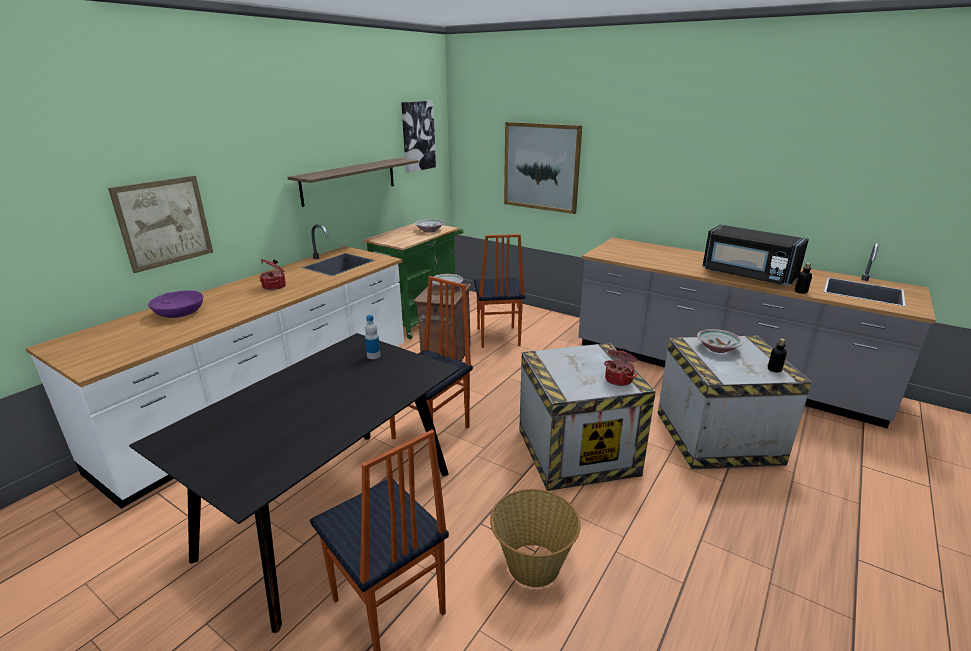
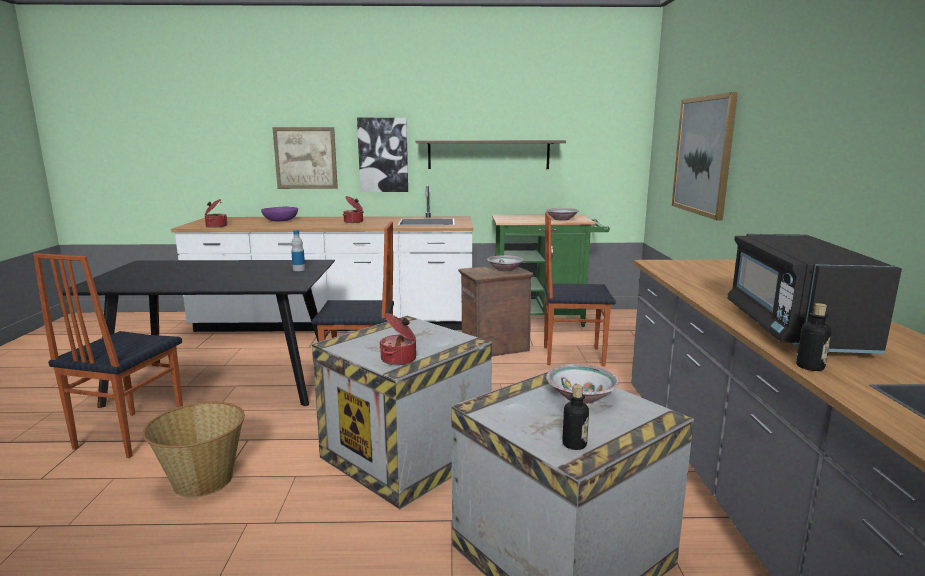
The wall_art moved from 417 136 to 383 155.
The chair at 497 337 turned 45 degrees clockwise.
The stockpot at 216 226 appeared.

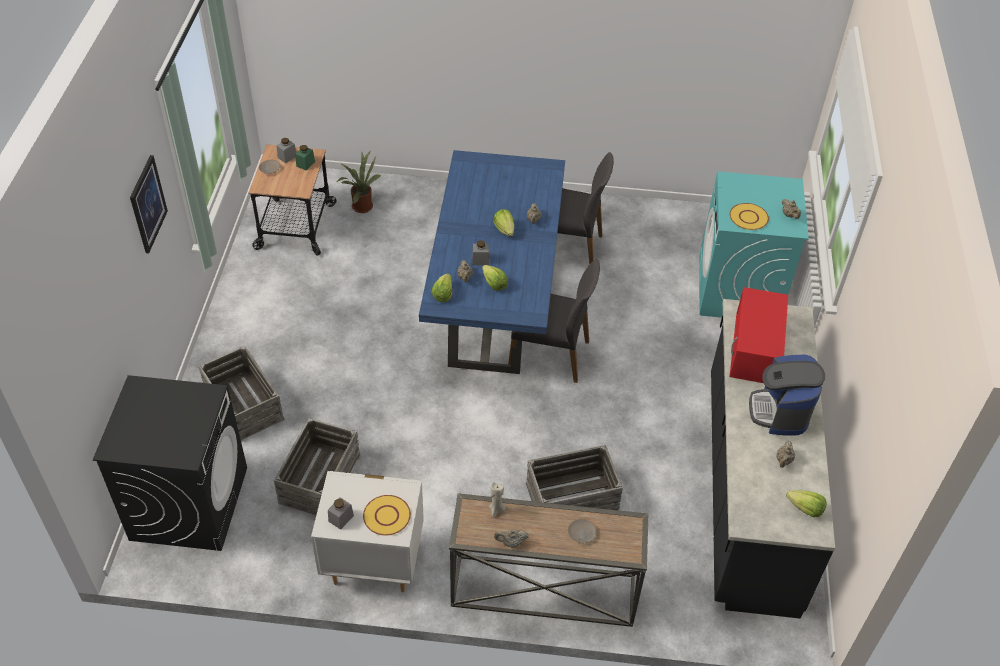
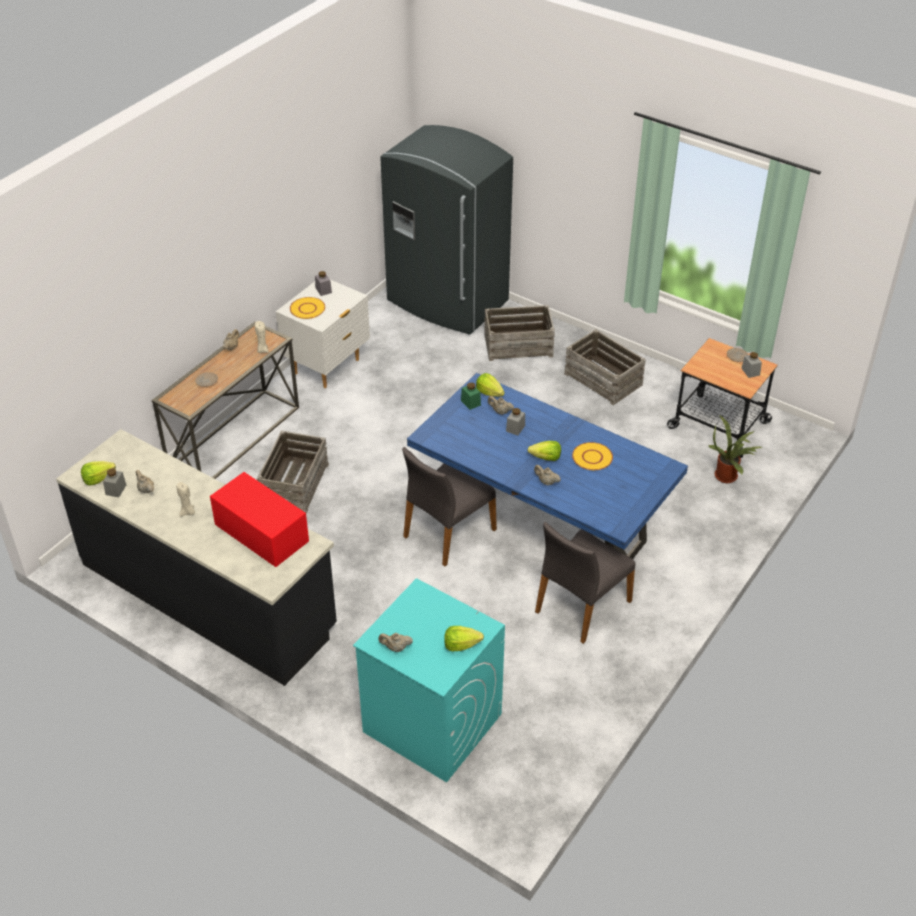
The black_washing_machine at 189 502 was replaced by the greyish_refrigerator at 446 302.
The wall_art at 147 204 disappeared.
The crate moved from 319 479 to 603 379.
The green_preserve_jar moved from 305 164 to 470 403.
The lettuce_head moved from 494 284 to 461 645.
The yellow-coloured_flat_dish moved from 748 217 to 592 457.
The coffee_maker at 780 412 was replaced by the beige-coloured_wax_candle at 188 512.
The greyish_preserve_jar at 116 490 appeared.

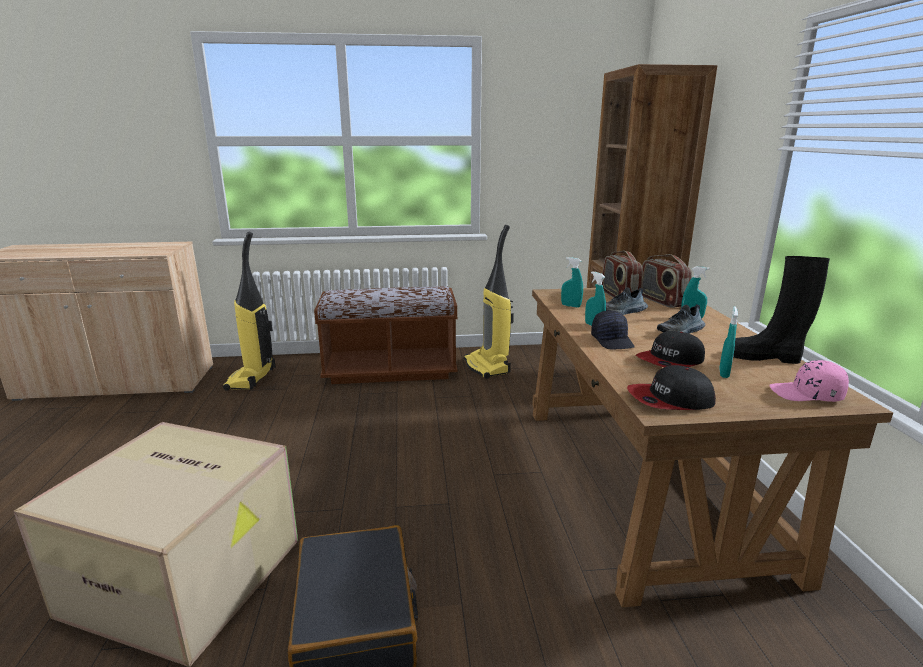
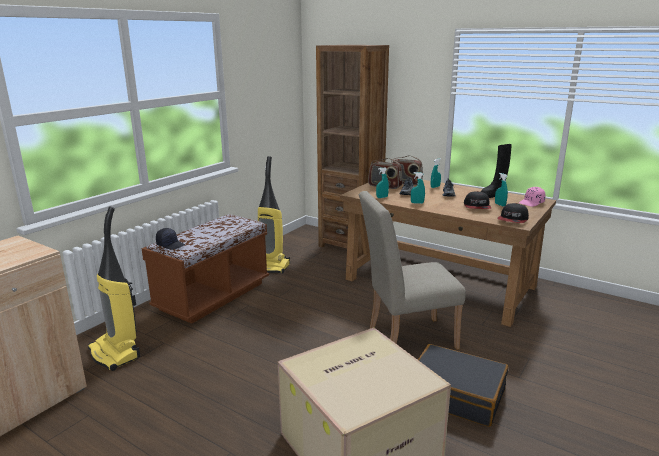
The black_baseball_cap moved from 612 341 to 170 245.
The beige-coloured_chair at 405 338 appeared.

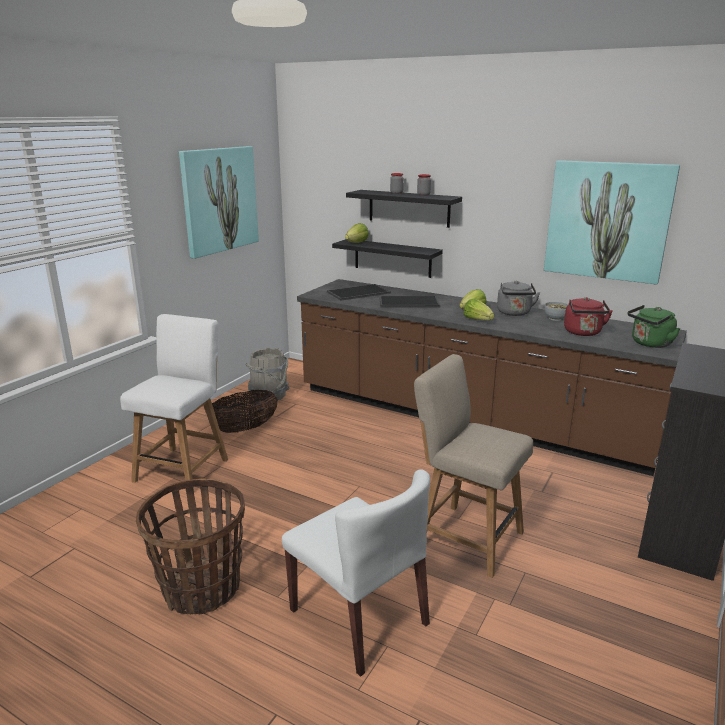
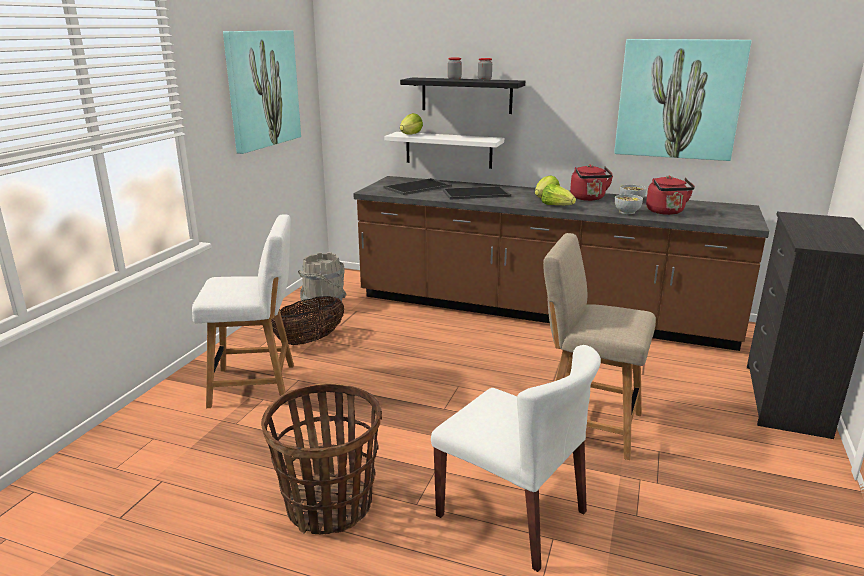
The whitish_chair at 184 468 turned 75 degrees clockwise.
The black_bracket_shelf at 392 258 became the whitish_bracket_shelf at 448 150.
The greyish_tea_kettle at 514 313 became the red-coloured_tea_kettle at 588 198.
The green_tea_kettle at 649 344 disappeared.
The bowl at 627 212 appeared.

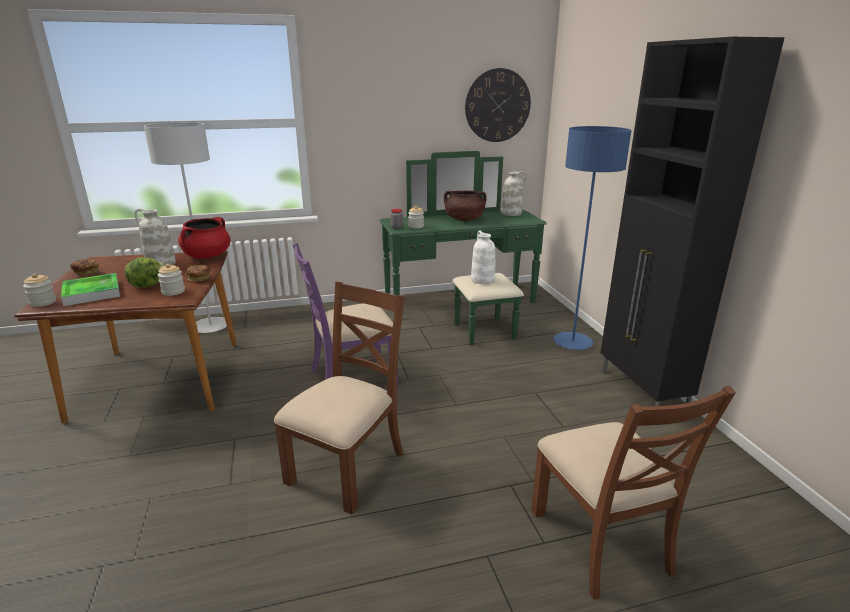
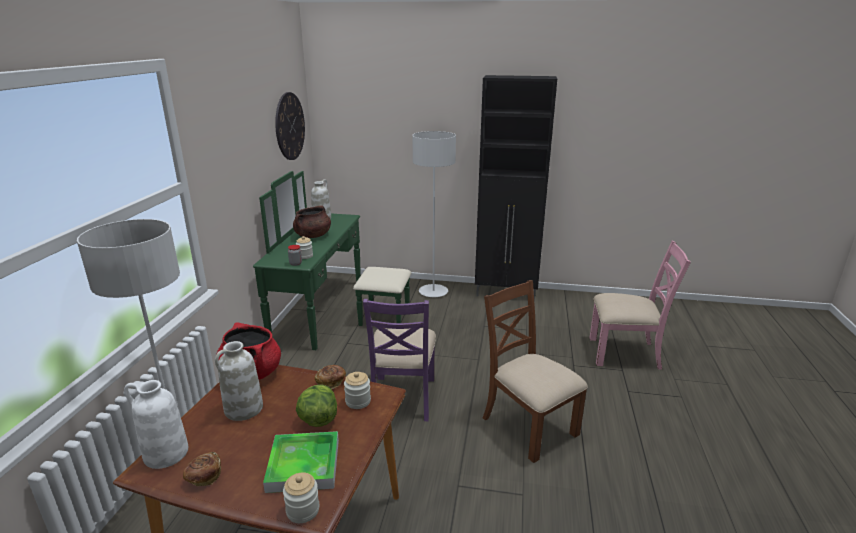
The whitish_decorative_vase moved from 482 280 to 165 454.
The brownish_chair at 601 541 became the pinkish_chair at 625 353.
The blue-coloured_standing_lamp at 572 343 became the greyish_standing_lamp at 433 292.

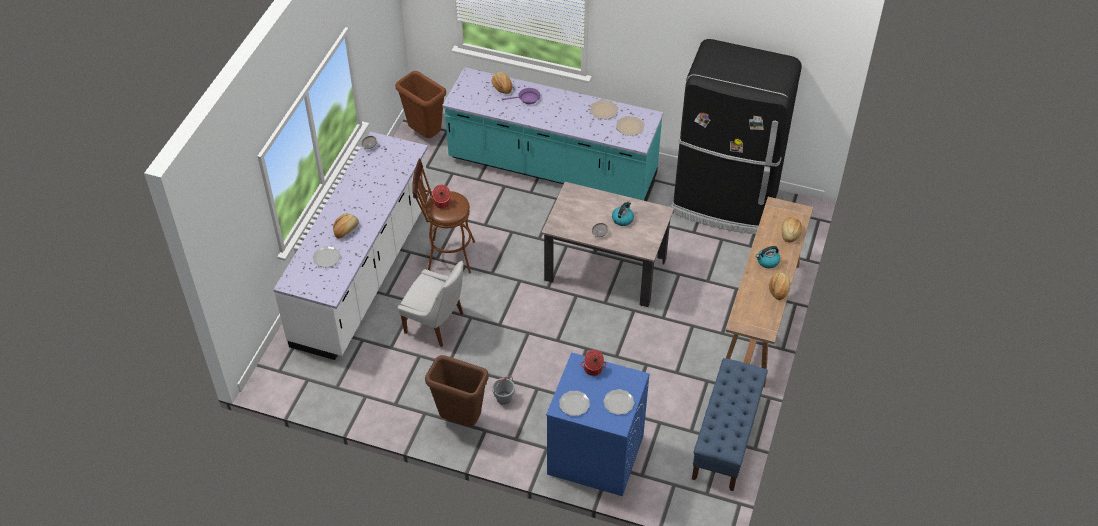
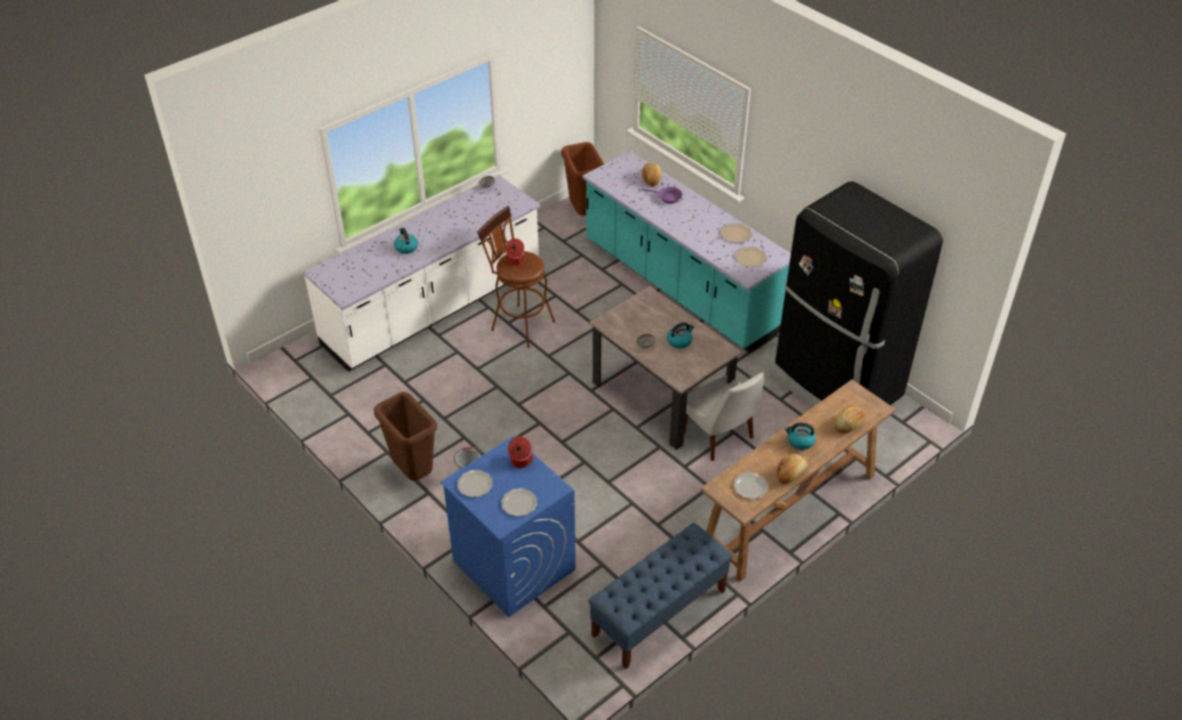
The flat_dish moved from 326 258 to 750 487.
The bakery_bread at 346 230 was replaced by the tea_kettle at 406 247.
The whitish_chair moved from 436 324 to 719 437.

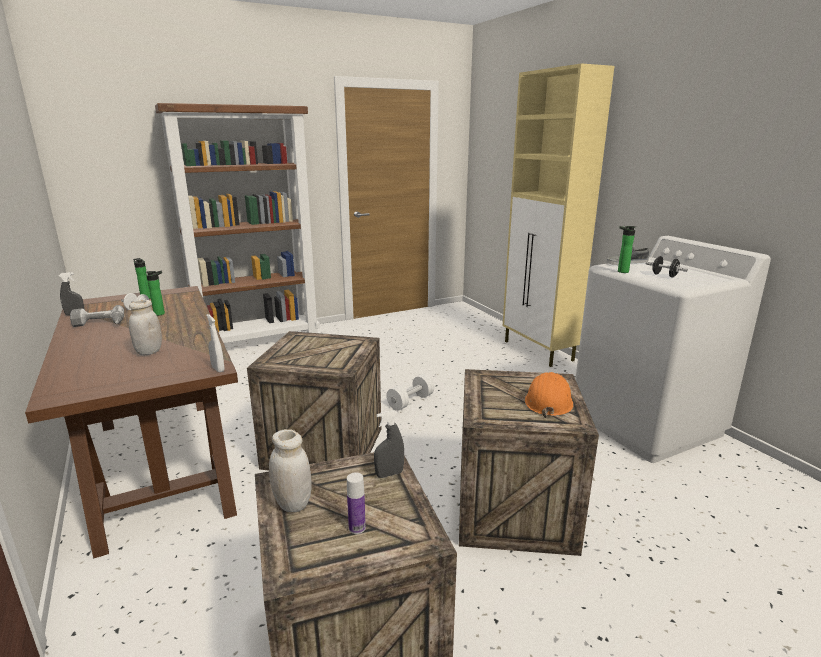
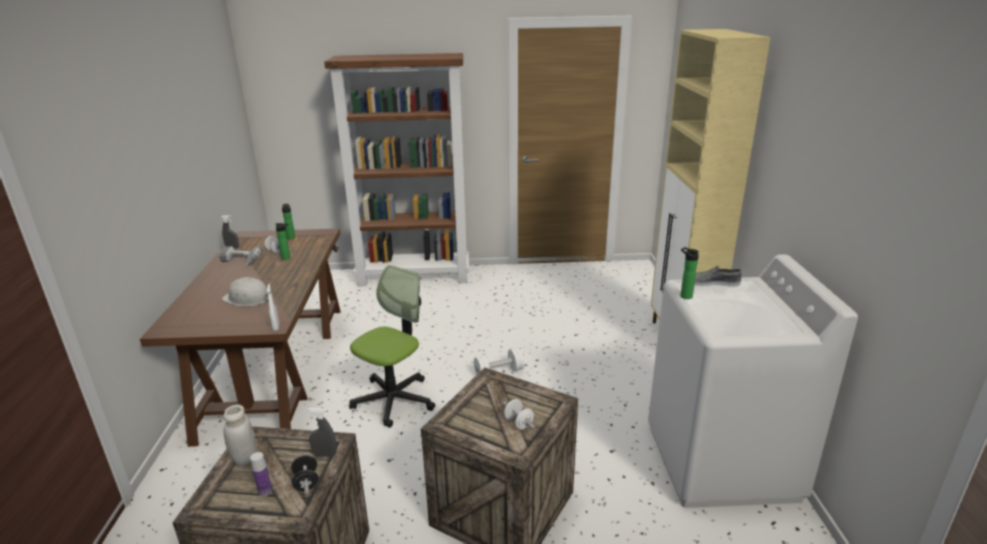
The whitish_preserve_jar at 149 352 was replaced by the whitish_work_helmet at 247 298.
The crate at 325 447 was replaced by the computer_chair at 394 400.
The orange-coloured_work_helmet at 548 401 was replaced by the whitish_hand_weight at 518 423.
The black_hand_weight moved from 664 275 to 306 482.

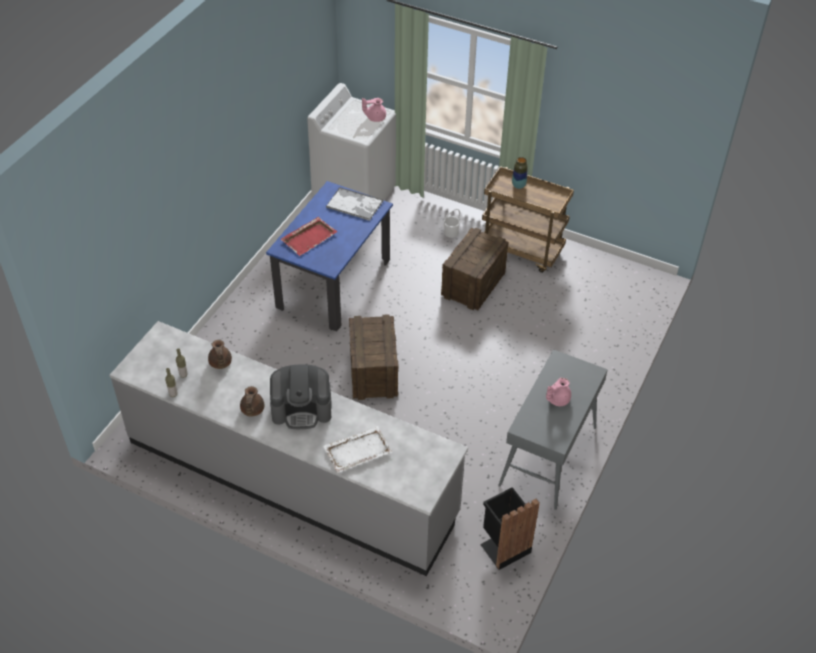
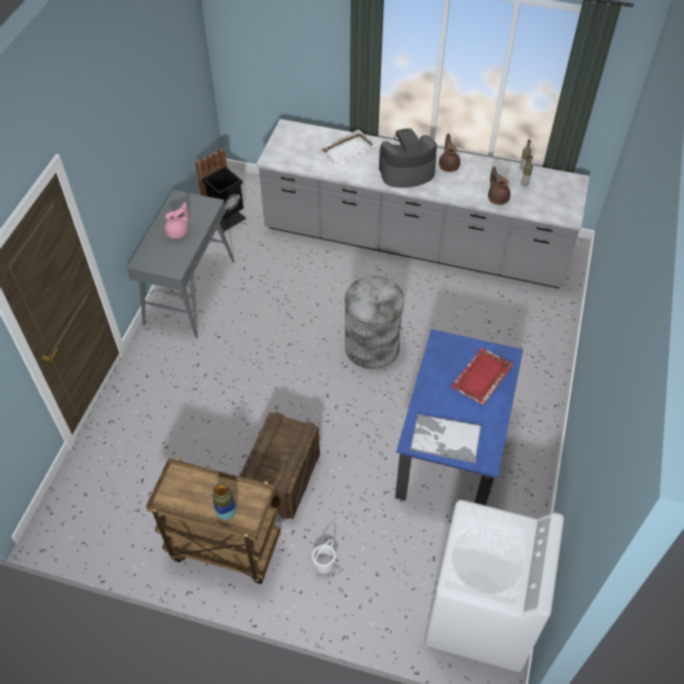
The crate at 373 372 was replaced by the greyish_rubbish_bin at 372 347.
The pinkish_teapot at 375 117 disappeared.

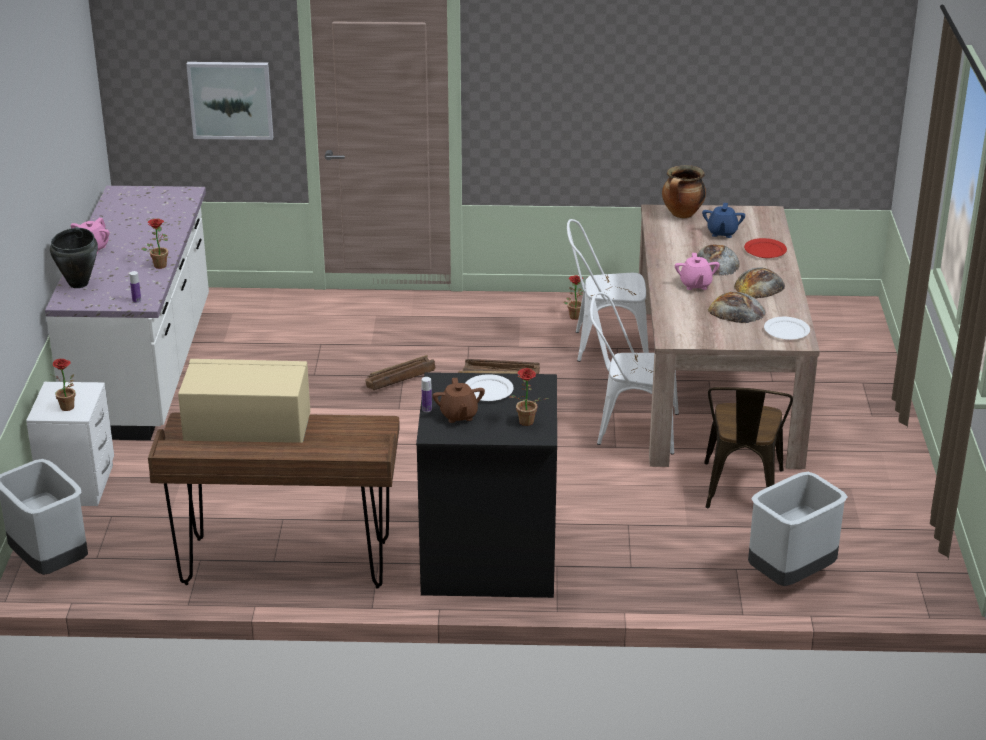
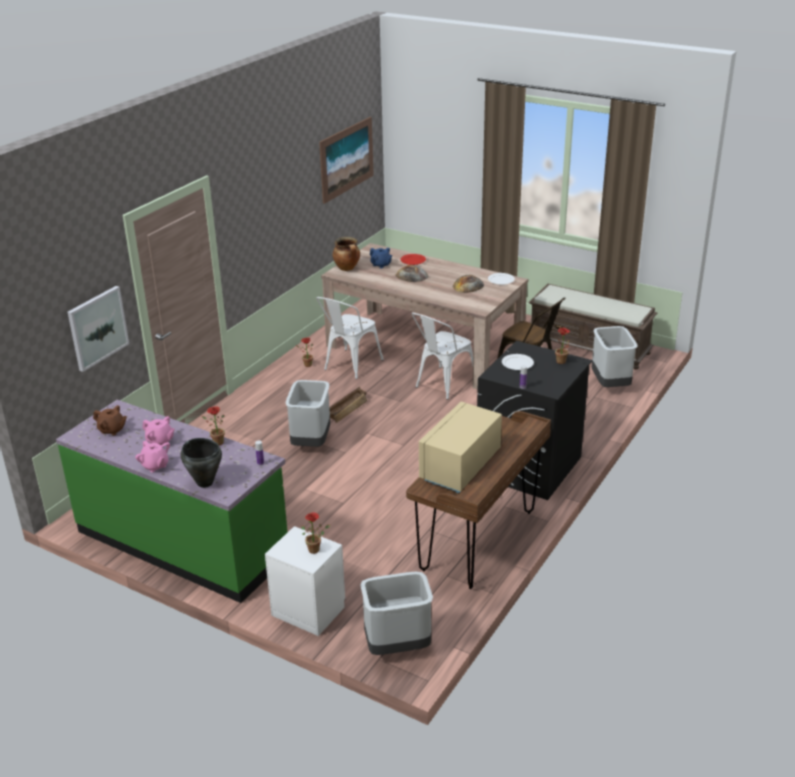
The whitish_kitchen_counter at 145 369 became the green_kitchen_counter at 183 542.
The crate at 399 379 was replaced by the greyish_rubbish_bin at 311 442.
The brownish_teapot moved from 458 415 to 112 430.
The pinkish_teapot moved from 695 285 to 160 441.
The bakery_bread at 759 285 disappeared.
The wall_art at 346 159 appeared.
The brownish_bench at 589 347 appeared.

